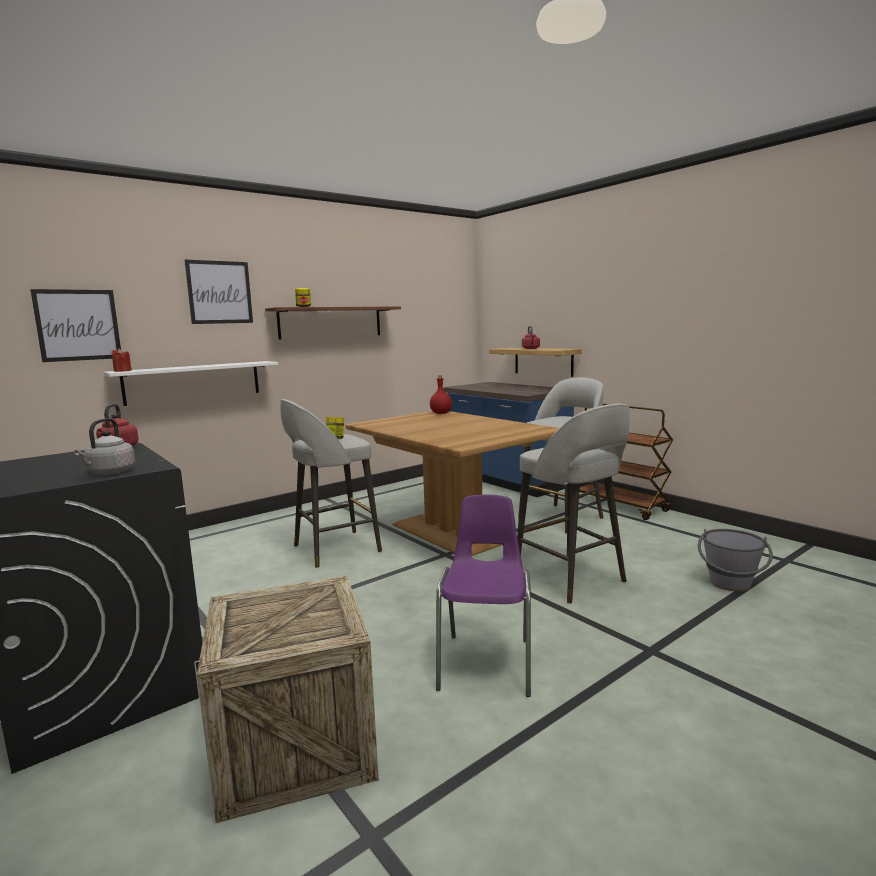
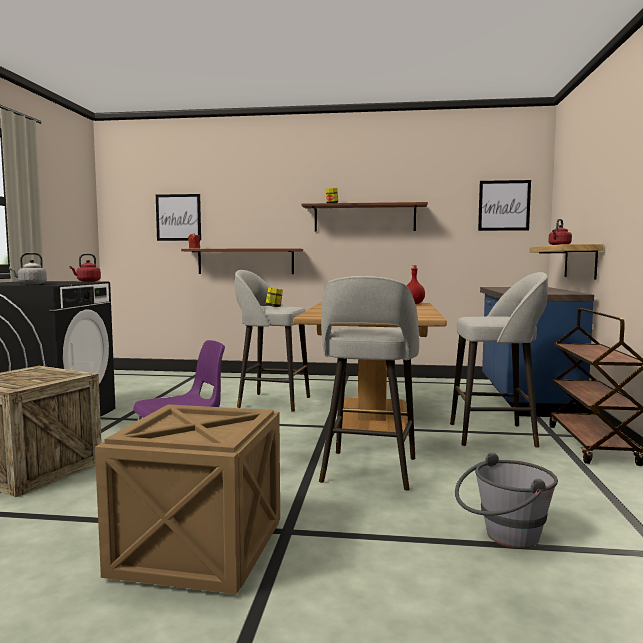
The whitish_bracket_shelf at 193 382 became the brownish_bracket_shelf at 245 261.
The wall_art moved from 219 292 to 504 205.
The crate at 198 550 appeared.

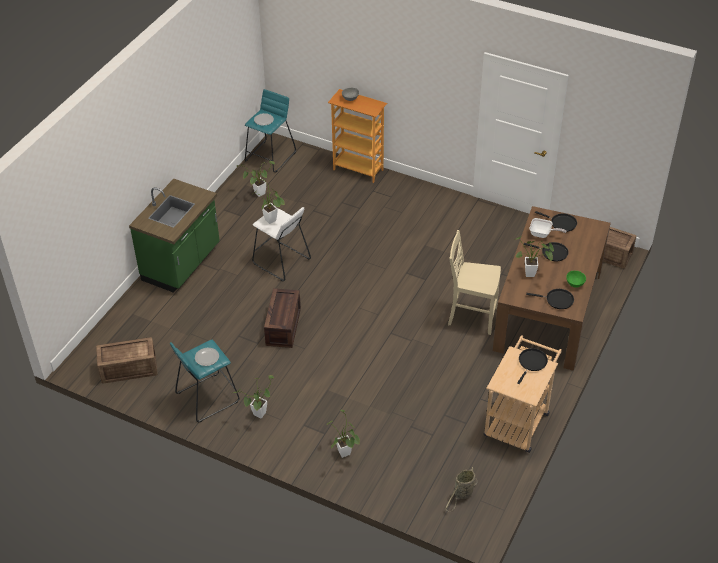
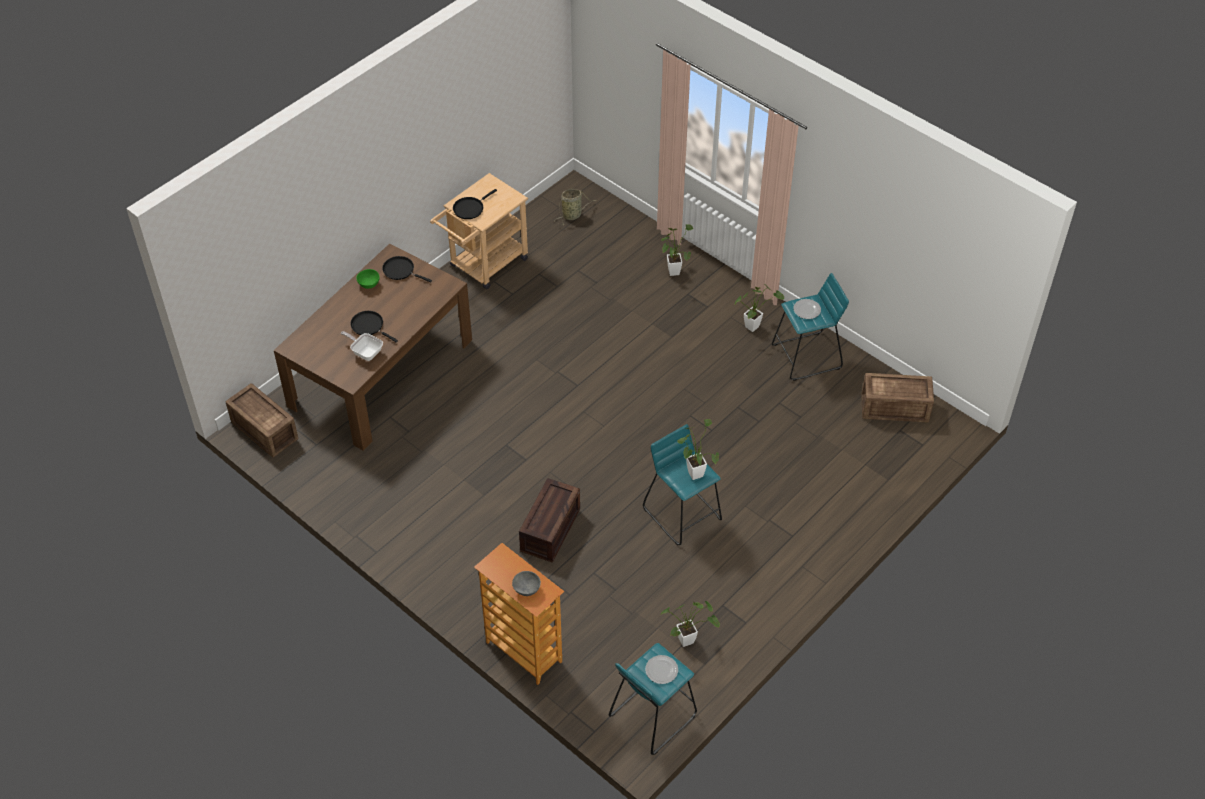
The green_kitchen_counter at 182 264 disappeared.
The whitish_stool at 281 261 became the turquoise_stool at 682 513.
The crate moved from 282 326 to 551 531.
The beige-coloured_chair at 471 316 disappeared.
The potted_plant at 532 274 disappeared.
The black_frying_pan at 561 223 disappeared.

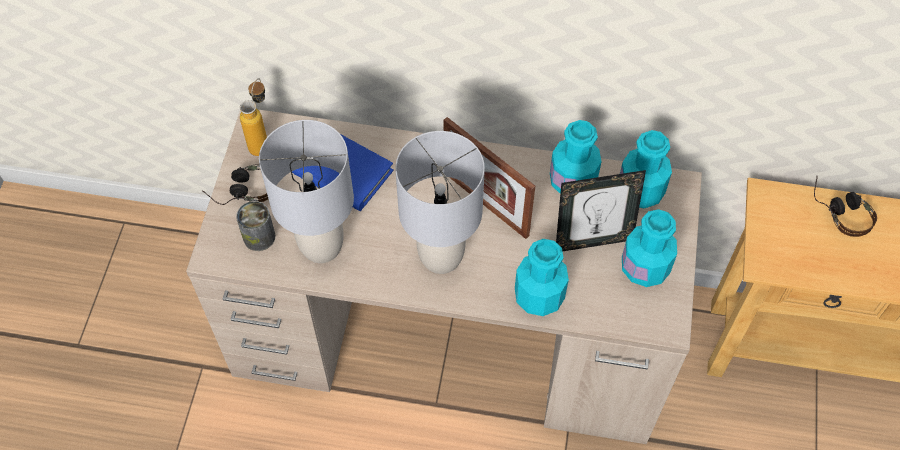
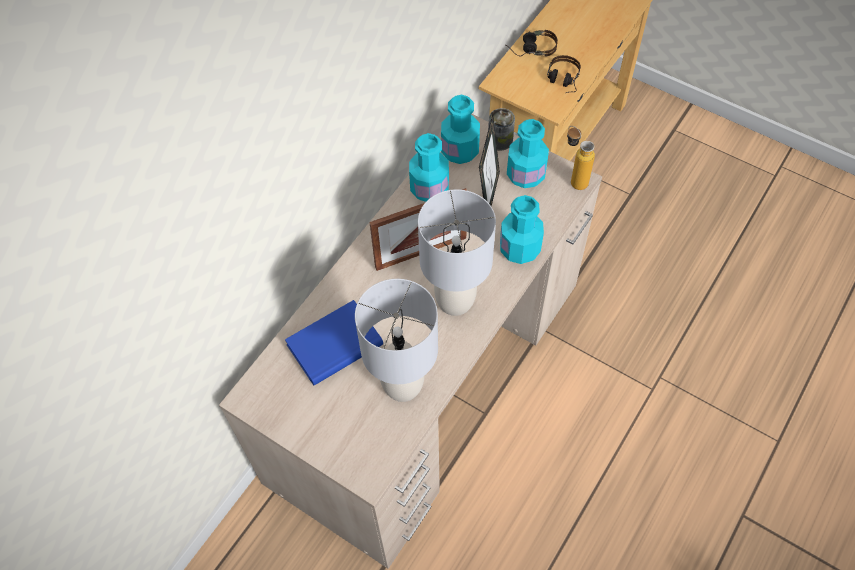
The headset moved from 242 190 to 562 82.
The sealed_can moved from 259 237 to 500 140.
The bottle moved from 262 141 to 573 179.

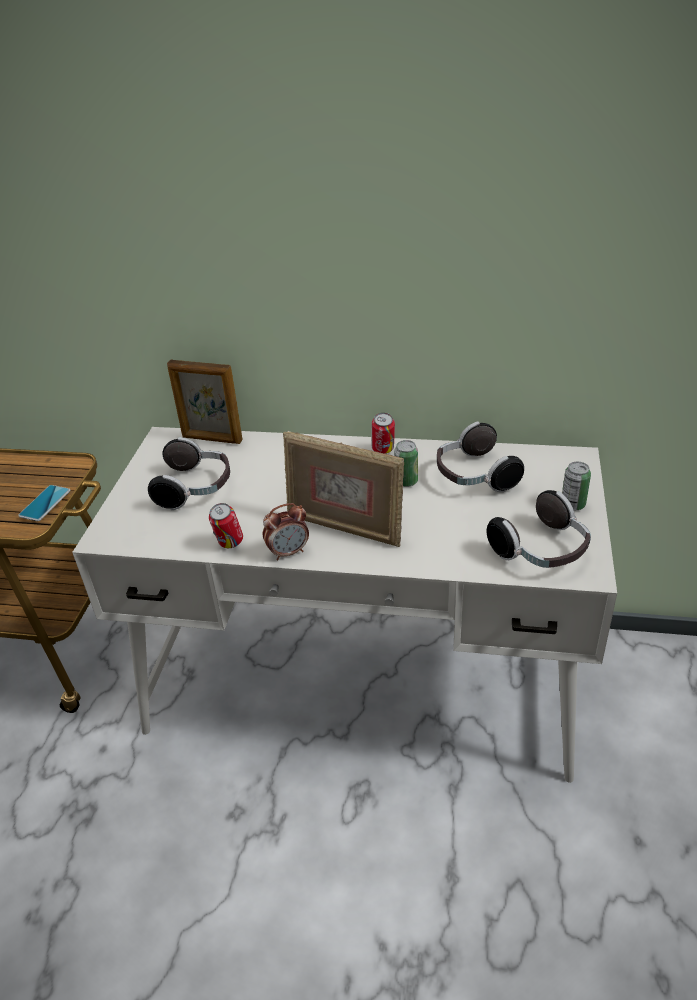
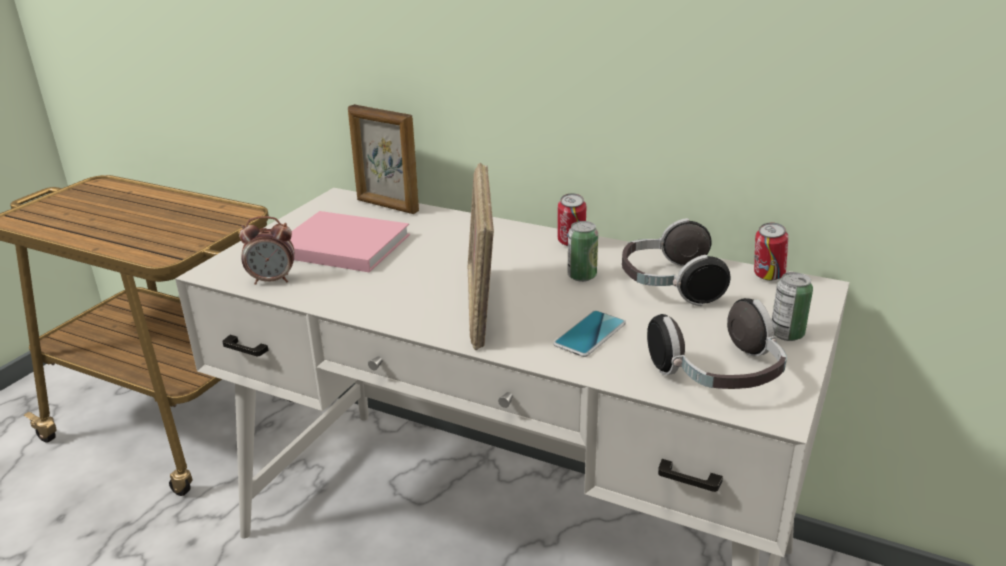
The handset moved from 45 503 to 590 334.
The headset at 195 488 was replaced by the pinkish_book at 340 245.
The sealed_can moved from 229 544 to 767 277.
The bedside_clock moved from 288 552 to 273 280.
The photo_frame at 345 527 turned 45 degrees clockwise.

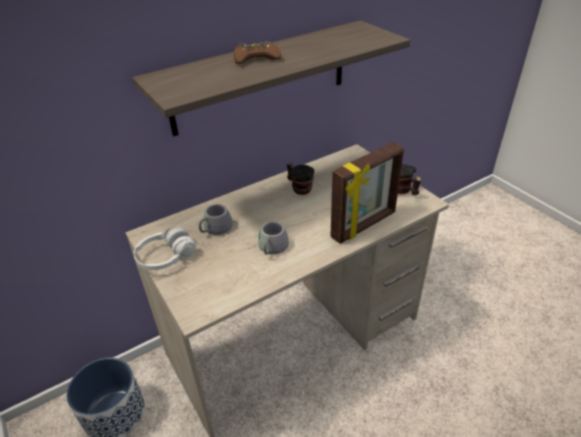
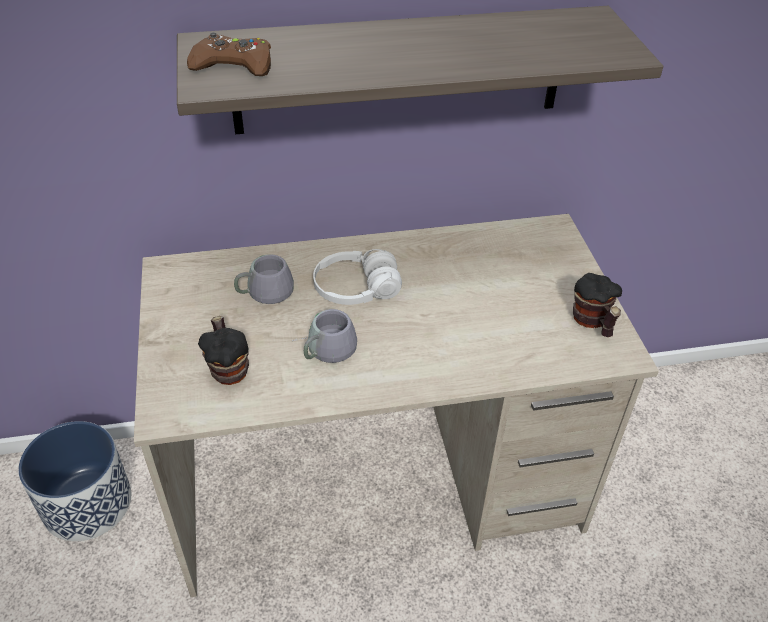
The whitish_headset moved from 166 257 to 356 289.
The brownish_game_controller moved from 256 58 to 234 65.
The tea_mug moved from 299 188 to 228 368.
The photo_frame at 364 225 disappeared.

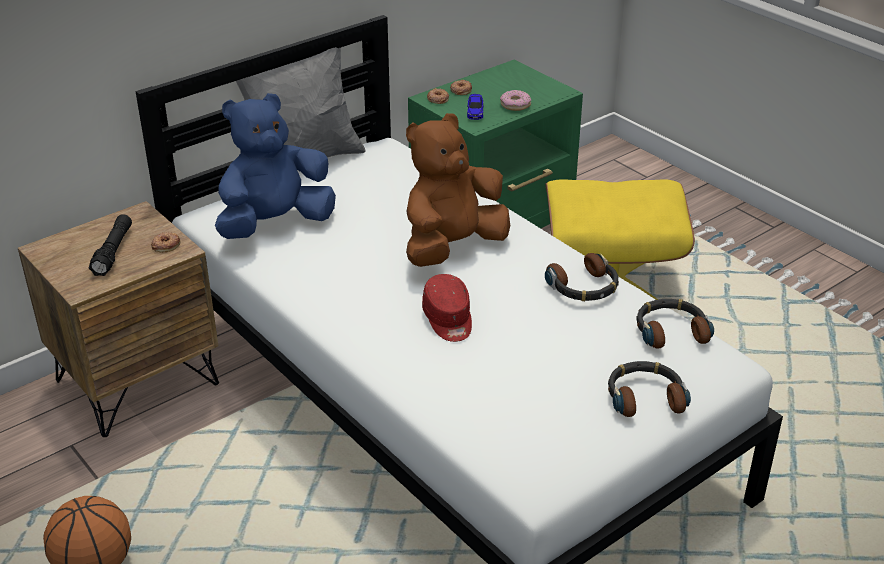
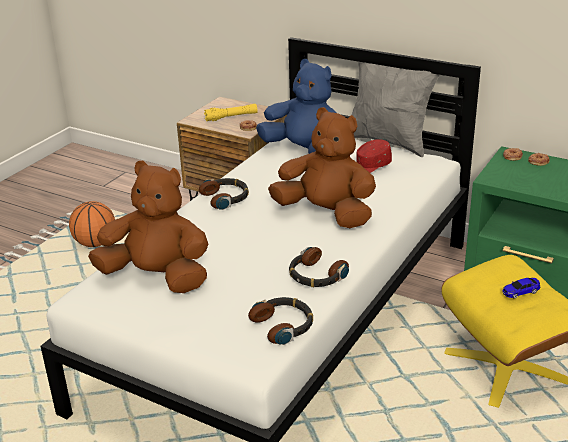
The black_torch at 113 252 became the yellow-coloured_torch at 231 117.
The red-coloured_baseball_cap moved from 448 320 to 370 166.
The toy_car moved from 475 112 to 520 292.
The ring_doughnut at 515 105 disappeared.
The headset moved from 645 396 to 226 198.
The brownish_cuddly_toy at 157 277 appeared.

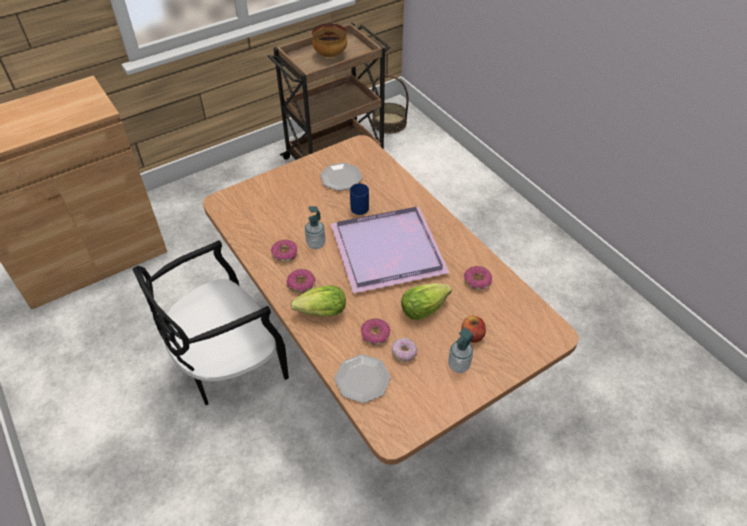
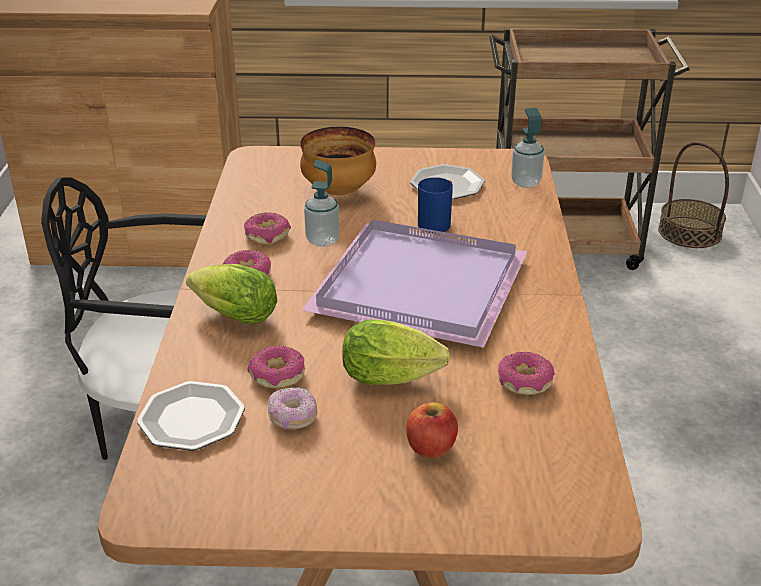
The bowl moved from 330 55 to 338 191.
The soap_dispenser moved from 458 365 to 525 183.

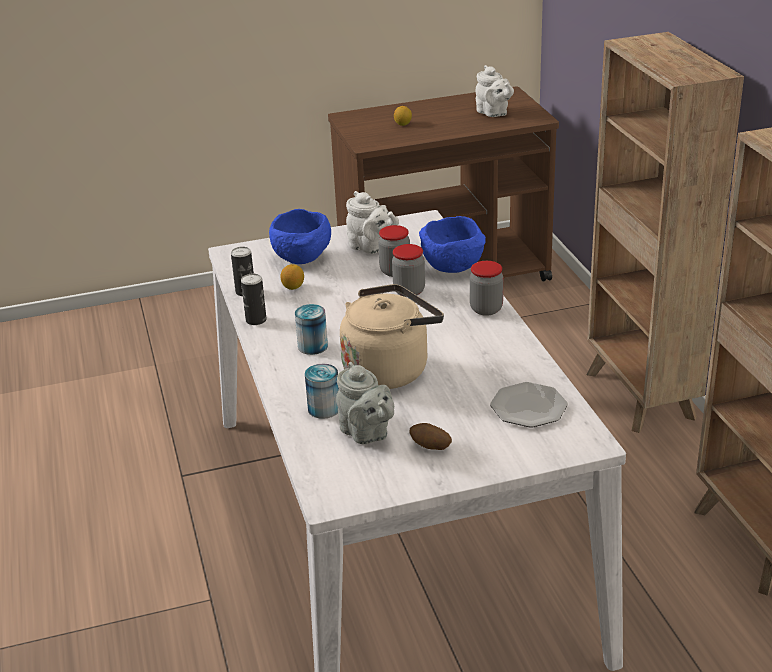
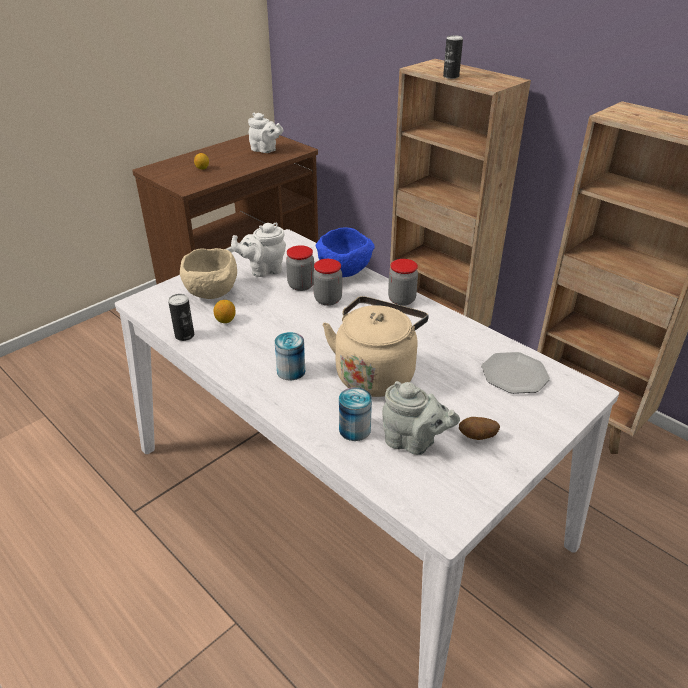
The sealed_can moved from 256 320 to 451 76.
The blue-coloured_bowl at 303 260 became the beige-coloured_bowl at 213 293.
The whitish_teapot at 371 248 turned 150 degrees clockwise.

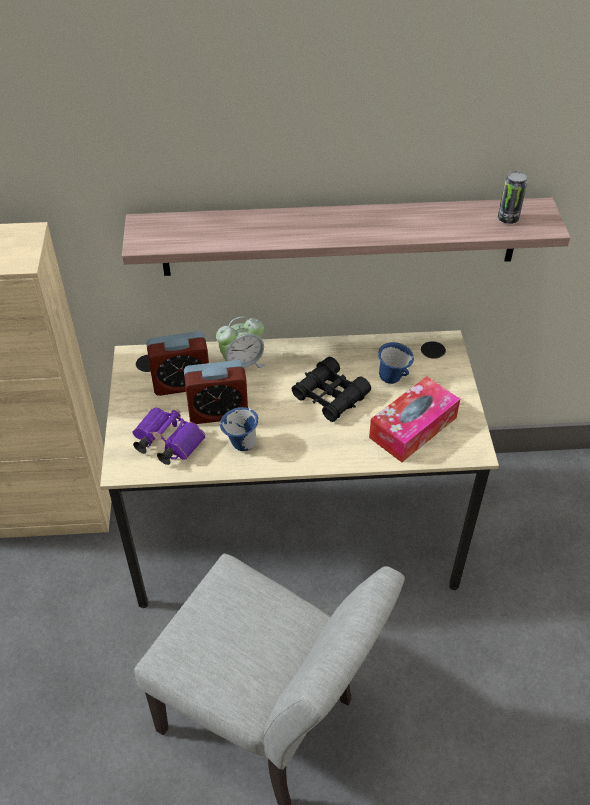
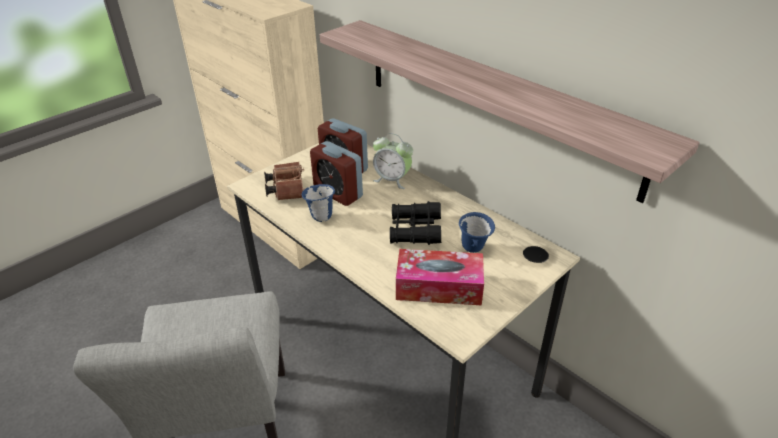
The purple-coloured_field_glasses at 166 443 became the brownish_field_glasses at 287 189.
The sealed_can at 508 219 disappeared.

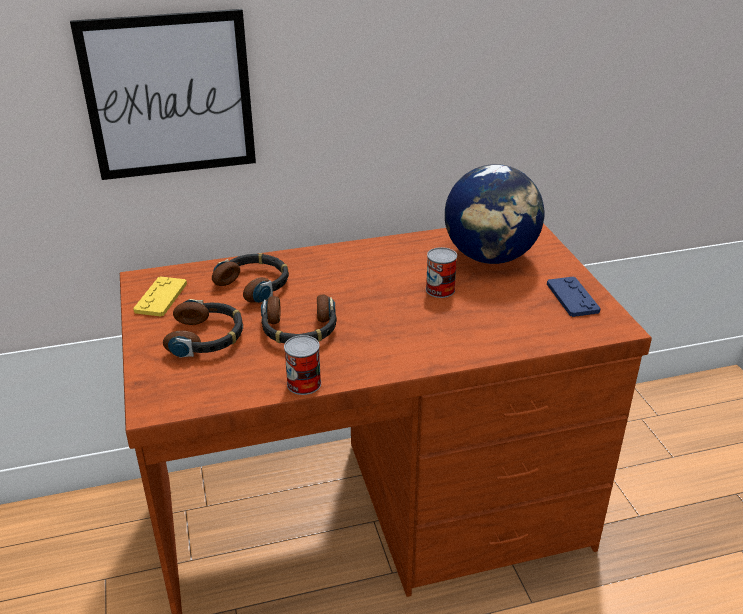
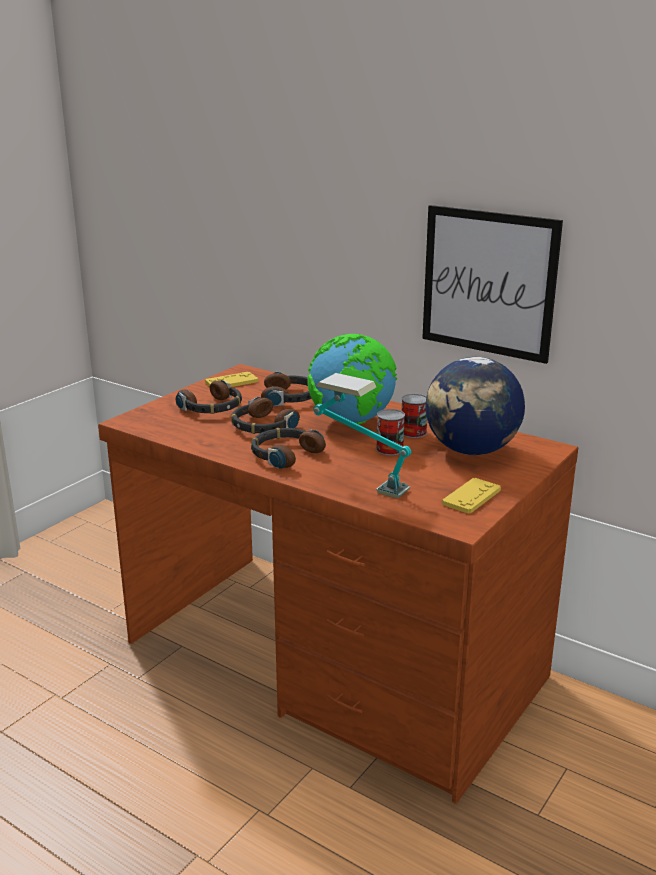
The wall_art moved from 169 96 to 488 283.
The sealed_can moved from 304 384 to 413 432.
The blue-coloured_game_controller at 572 298 became the yellow-coloured_game_controller at 471 497.
The headset at 285 454 appeared.
The world_globe at 352 421 appeared.
The tabletop_lamp at 359 481 appeared.

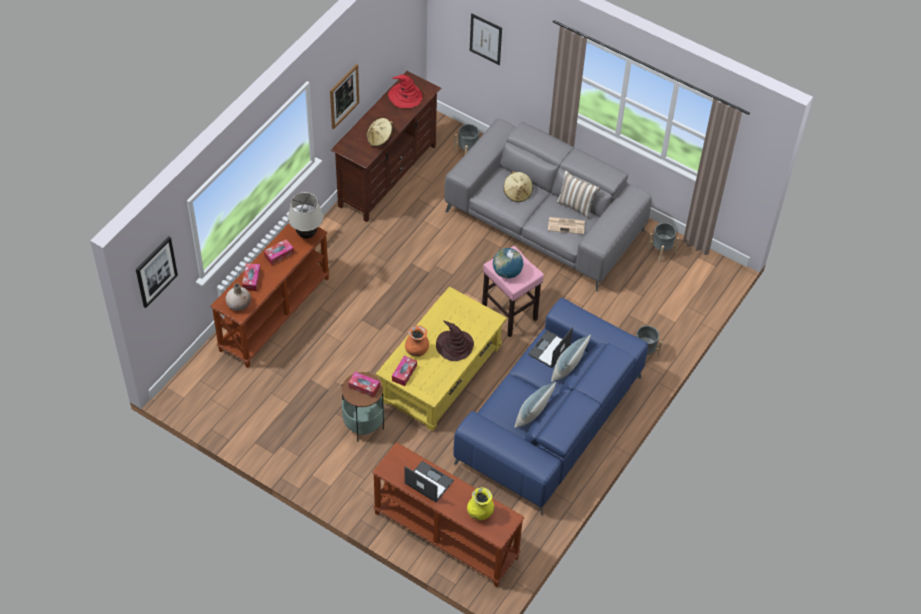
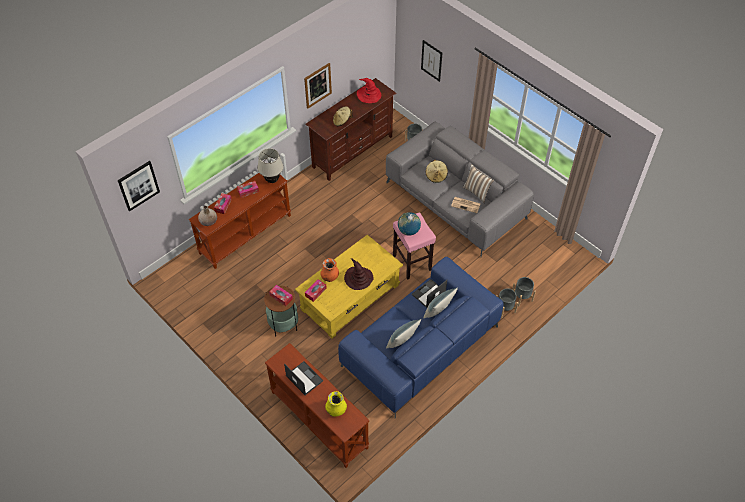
The greyish_planter moved from 661 250 to 522 297.

